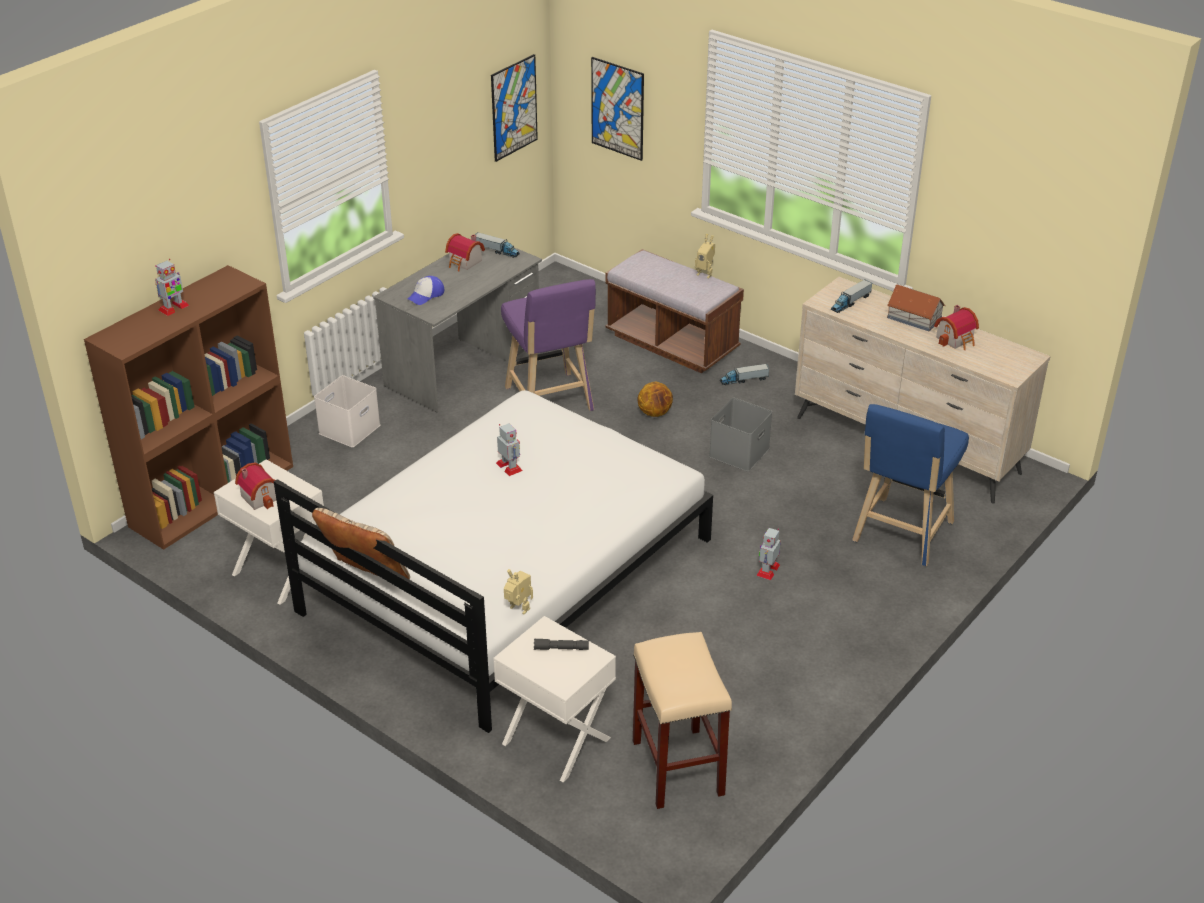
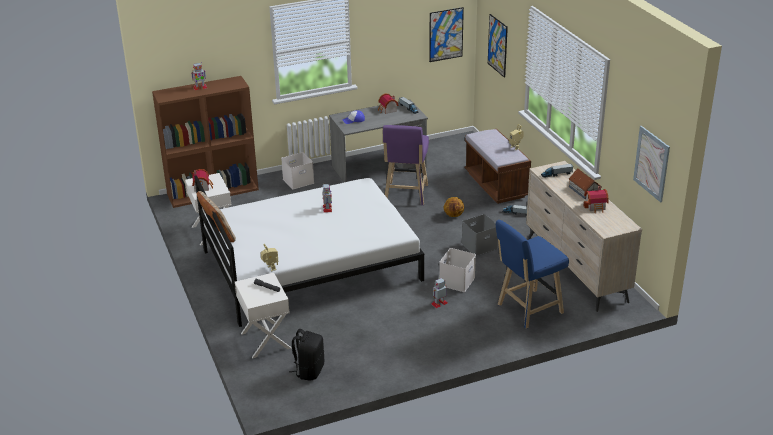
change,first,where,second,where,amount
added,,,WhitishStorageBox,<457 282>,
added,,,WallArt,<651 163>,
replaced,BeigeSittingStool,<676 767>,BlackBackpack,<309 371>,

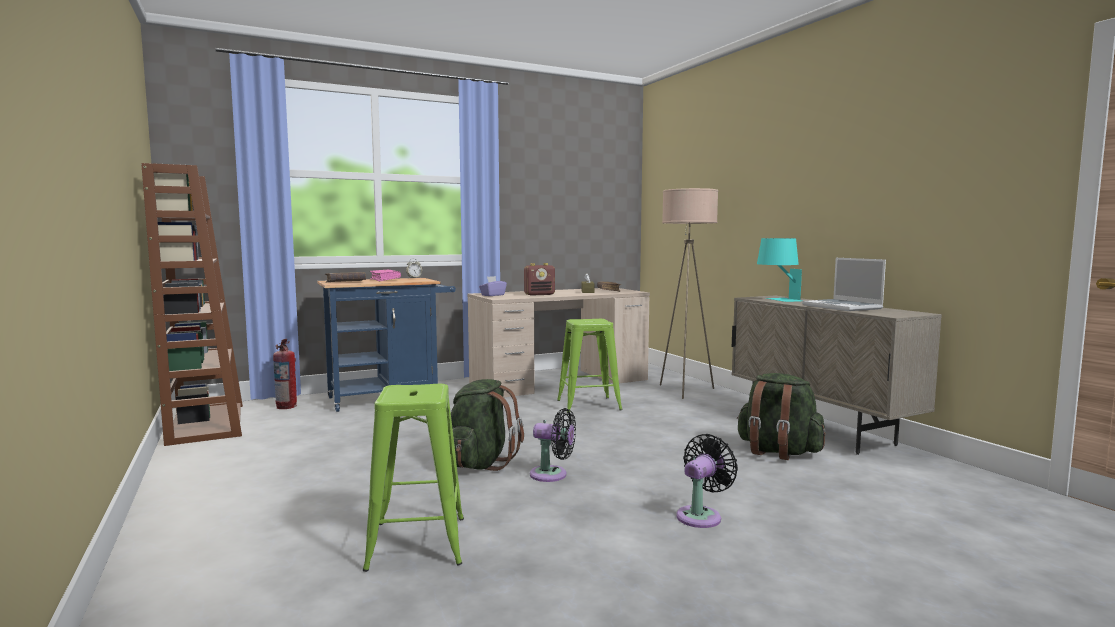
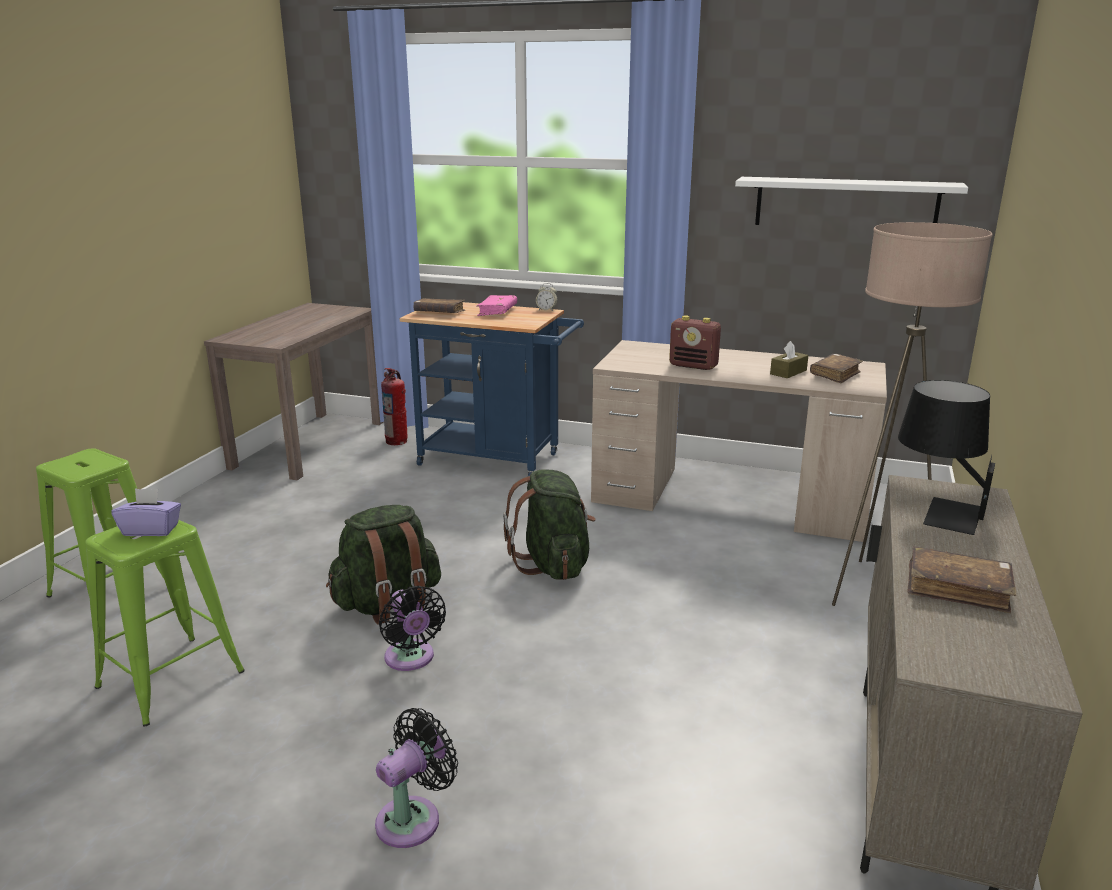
change,first,where,second,where,amount
added,,,WhitishBracketShelf,<845 204>,
moved,PurpleColouredTissueHolder,<492 295>,,<151 530>,
moved,GreenishSittingStool,<589 405>,,<111 592>,
moved,GreenishBackpack,<778 452>,,<553 564>,
replaced,BrownishBookshelf,<206 423>,BrownishNarrowTable,<309 443>,
replaced,PortableComputer,<843 307>,BrownishBoundBook,<957 589>,
recoloured,TurquoiseTableLamp,<778 300>,BlackTableLamp,<935 512>,
turned,BlackElectricFan,<701 516>,,<413 818>,45 degrees counterclockwise

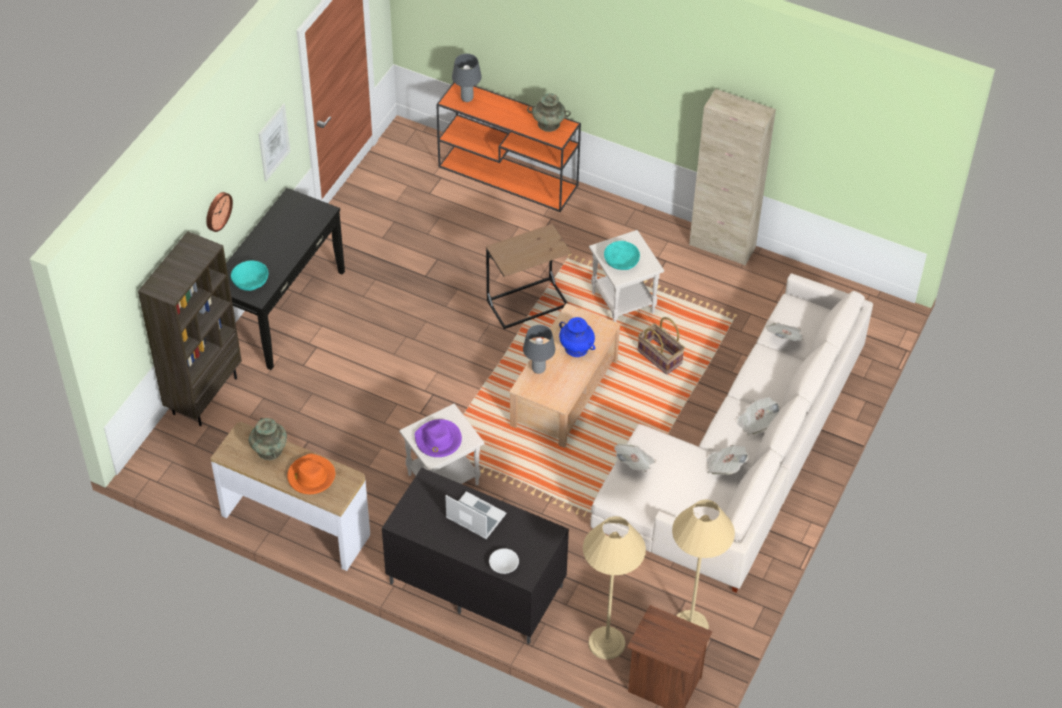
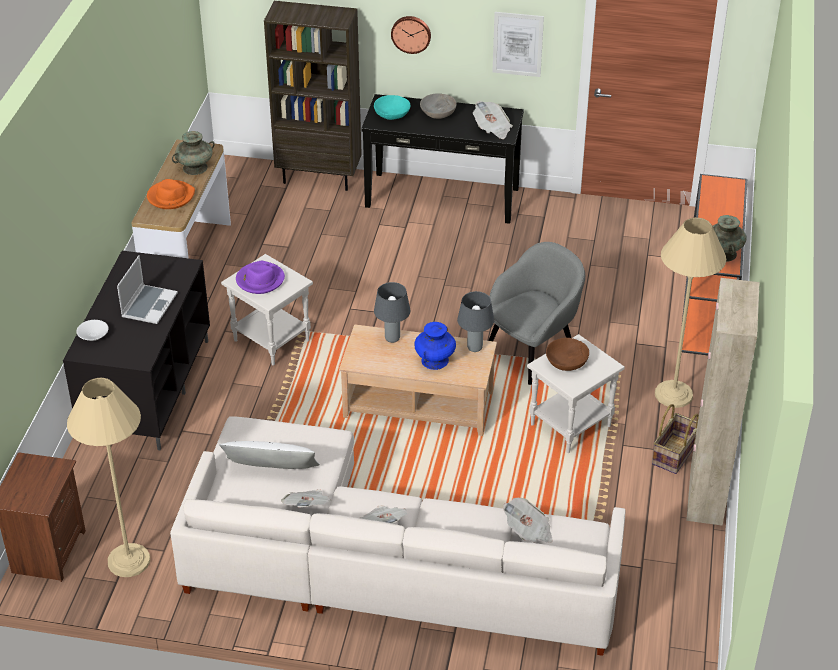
change,first,where,second,where,amount
added,,,WhitishPillow,<271 469>,
added,,,GreyDeepDish,<438 113>,
moved,GreyTableLamp,<467 99>,,<474 348>,
moved,BeigeStandardLamp,<606 643>,,<673 394>,
moved,Newspaper,<634 464>,,<492 129>,
moved,StorageBasket,<660 357>,,<675 454>,
replaced,BrownishEndTable,<527 303>,GreyLoungeChair,<532 352>,
recoloured,TurquoiseDeepDish,<621 262>,BrownishDeepDish,<566 362>,

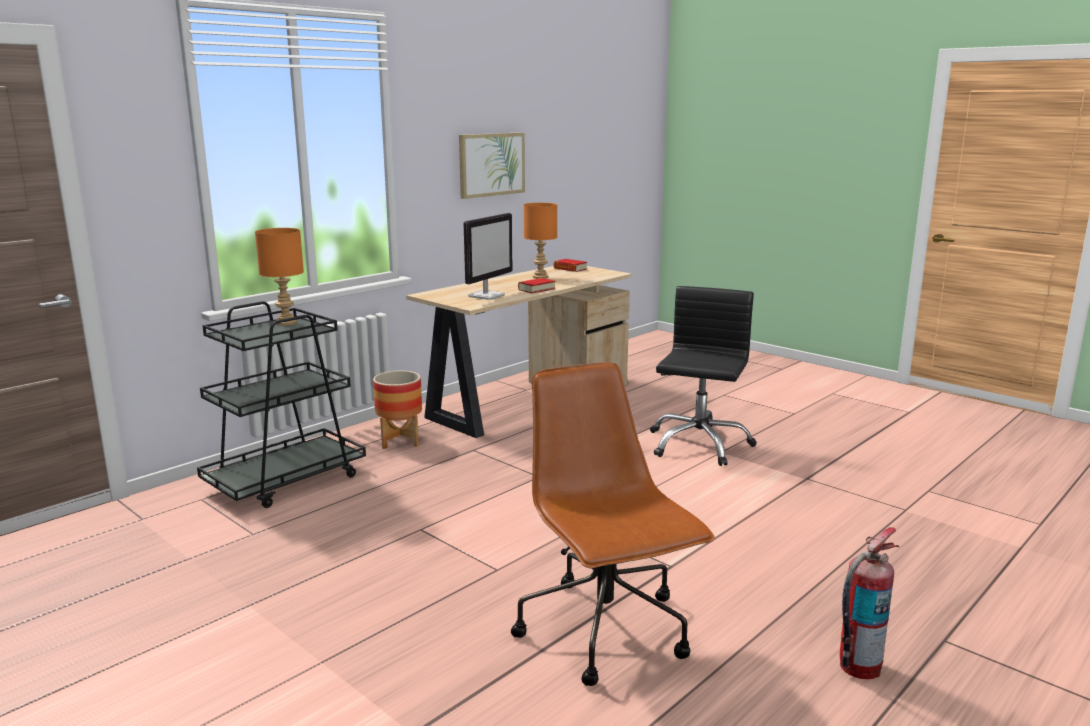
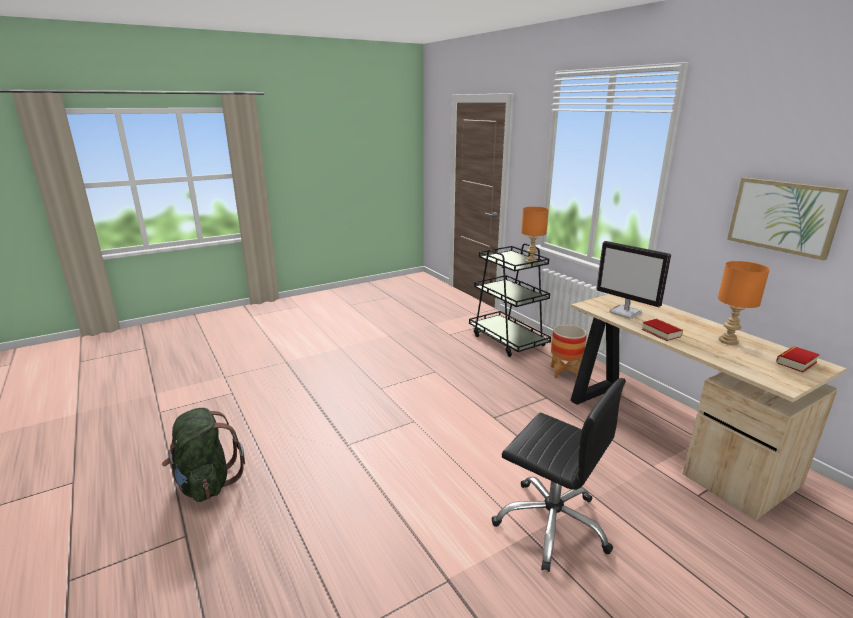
change,first,where,second,where,amount
removed,BrownishOfficeChair,<606 631>,,,
replaced,FireExtinguisher,<858 666>,GreenishBackpack,<206 483>,

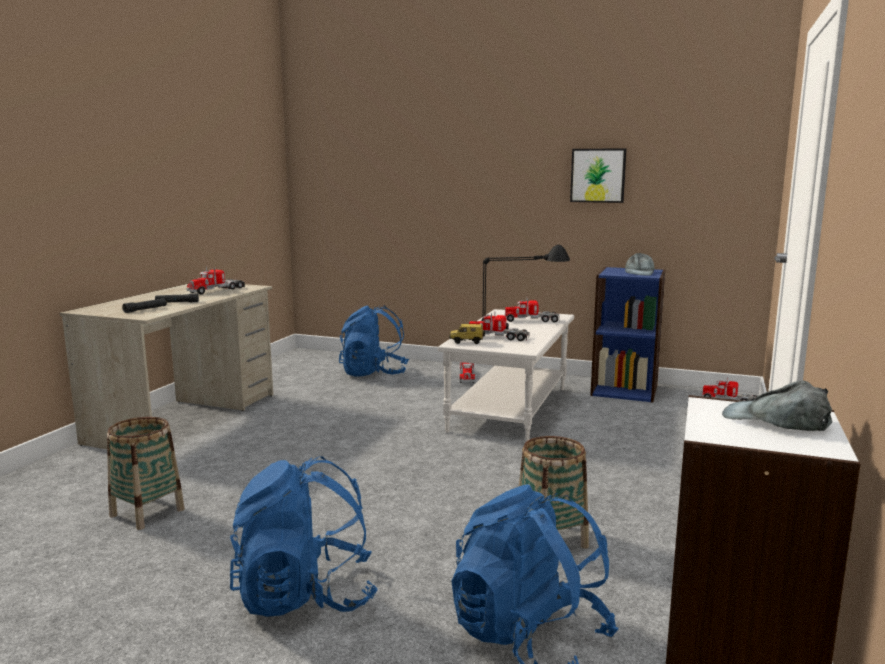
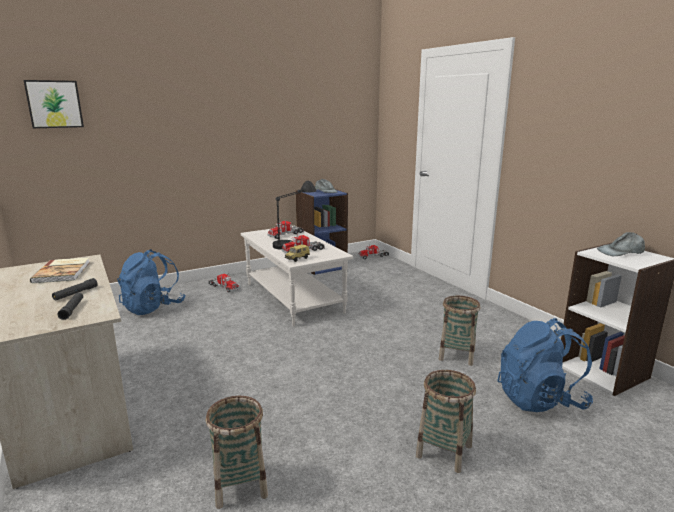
change,first,where,second,where,amount
moved,WallArt,<598 175>,,<54 104>,
replaced,ToyTruck,<216 290>,BoundBook,<63 272>,
replaced,BlueBackpack,<305 596>,StorageBasket,<444 451>,

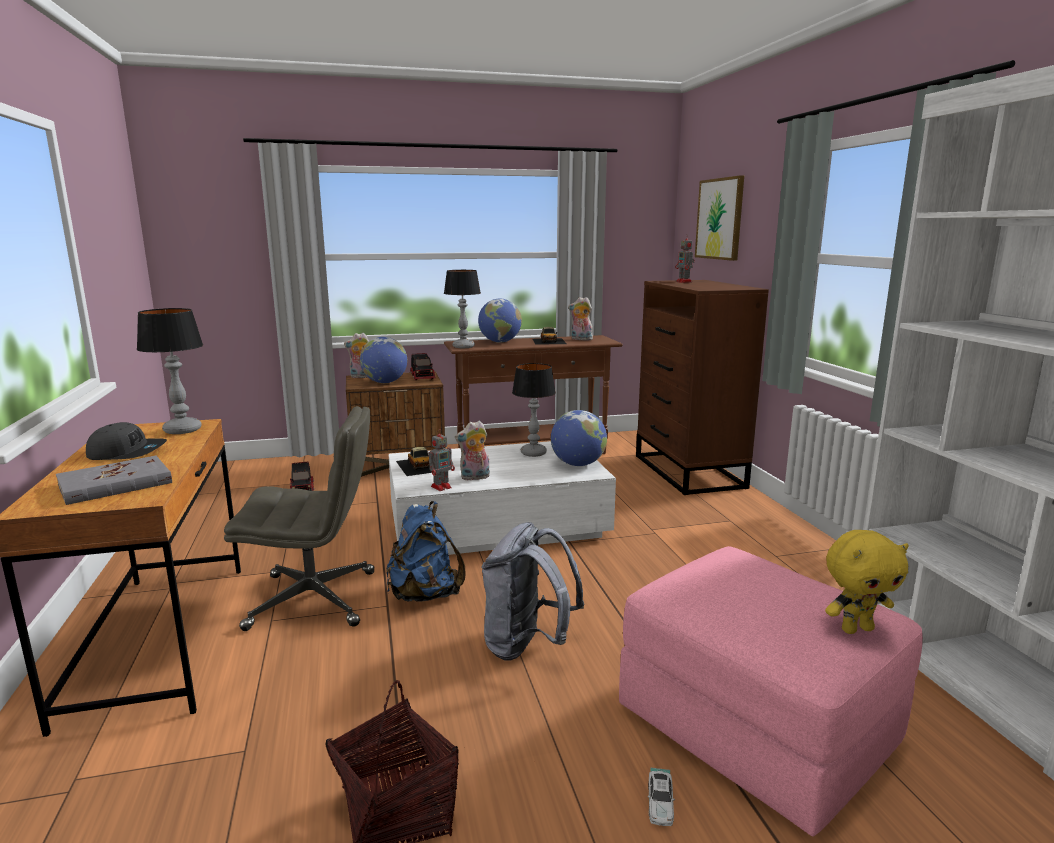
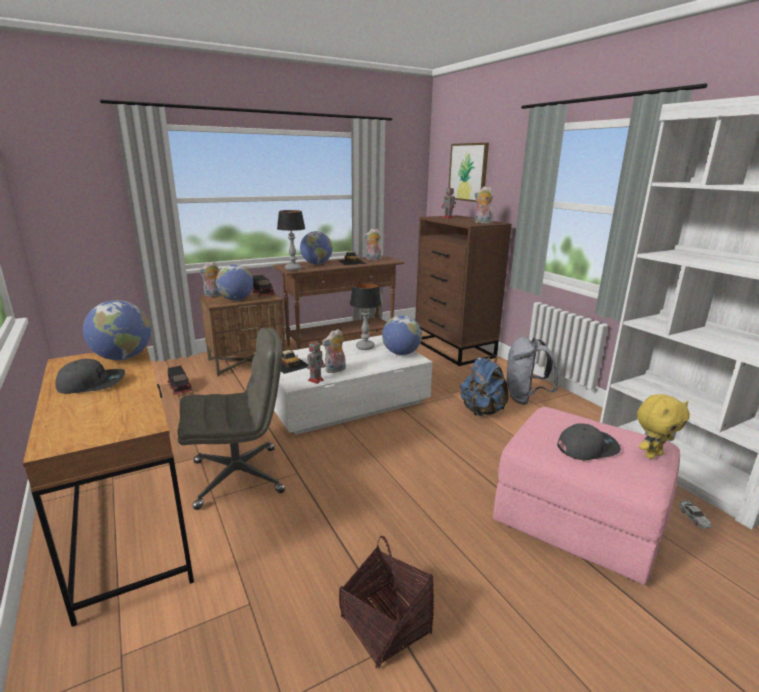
change,first,where,second,where,amount
removed,GreyBoundBook,<115 484>,,,
added,,,PlushToy,<482 223>,
added,,,GreyPeakedCap,<587 447>,
moved,BlueBackpack,<424 594>,,<482 411>,
moved,GreyBackpack,<527 646>,,<525 398>,
moved,MiniatureCar,<660 802>,,<694 518>,
replaced,TableLamp,<183 430>,Globe,<123 358>,

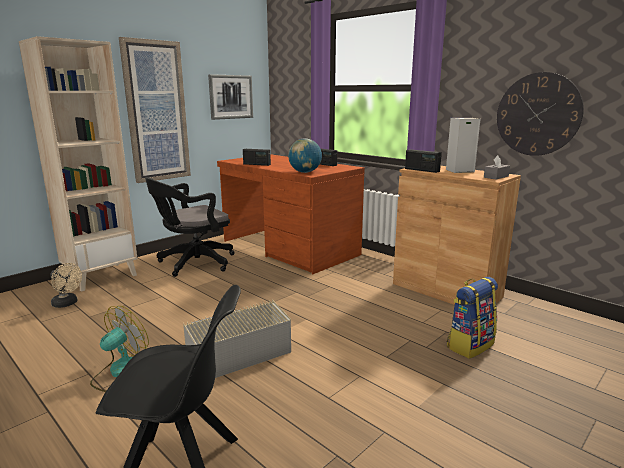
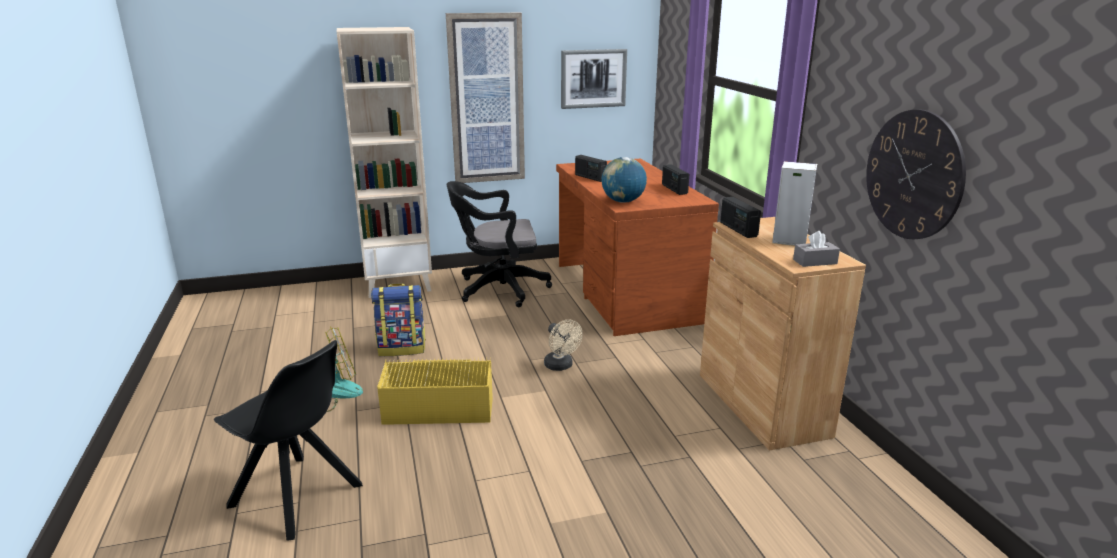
change,first,where,second,where,amount
moved,BeigeElectricFan,<67 304>,,<561 366>,
moved,Backpack,<469 345>,,<402 348>,
recoloured,GreyStorageBox,<233 352>,YellowColouredStorageBox,<438 404>,

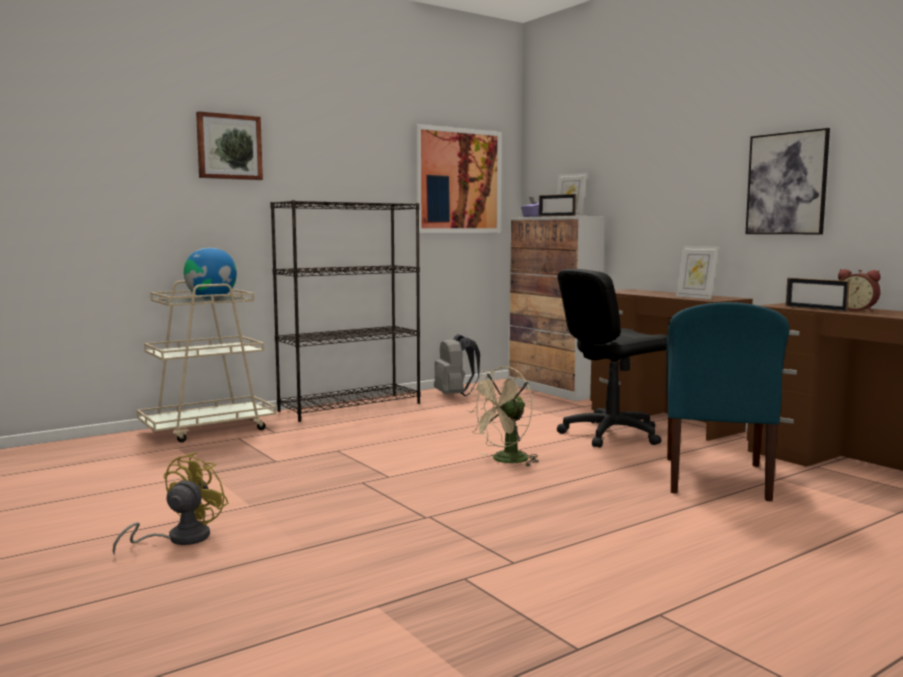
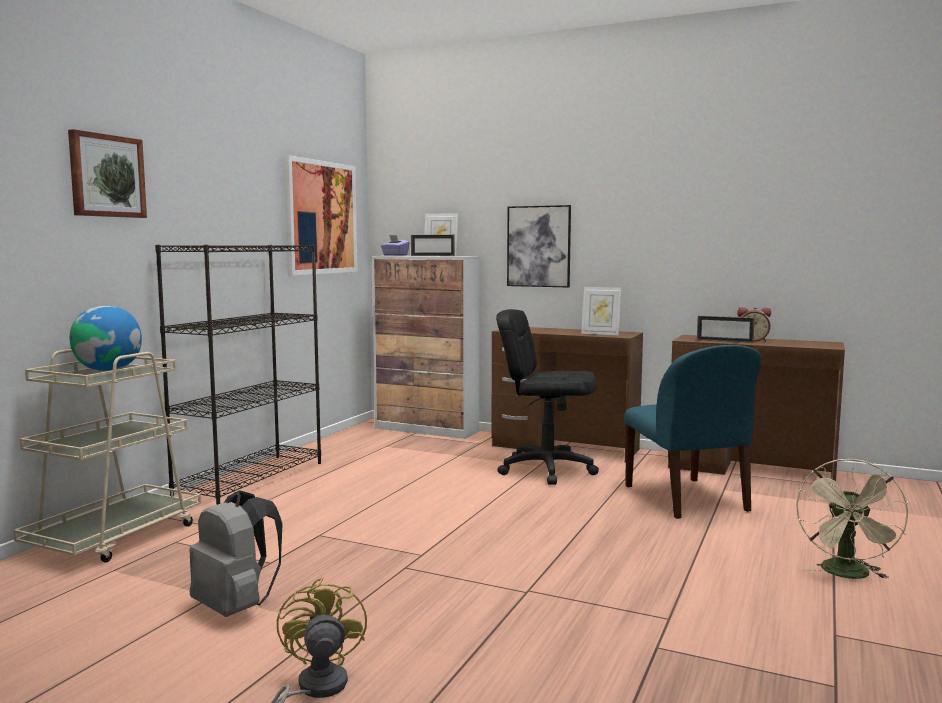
change,first,where,second,where,amount
moved,GreyBackpack,<454 395>,,<236 607>,
moved,BeigeElectricFan,<505 461>,,<848 575>,
moved,WallArt,<787 183>,,<539 246>,
turned,BlackOfficeChair,<610 434>,,<546 469>,75 degrees clockwise

